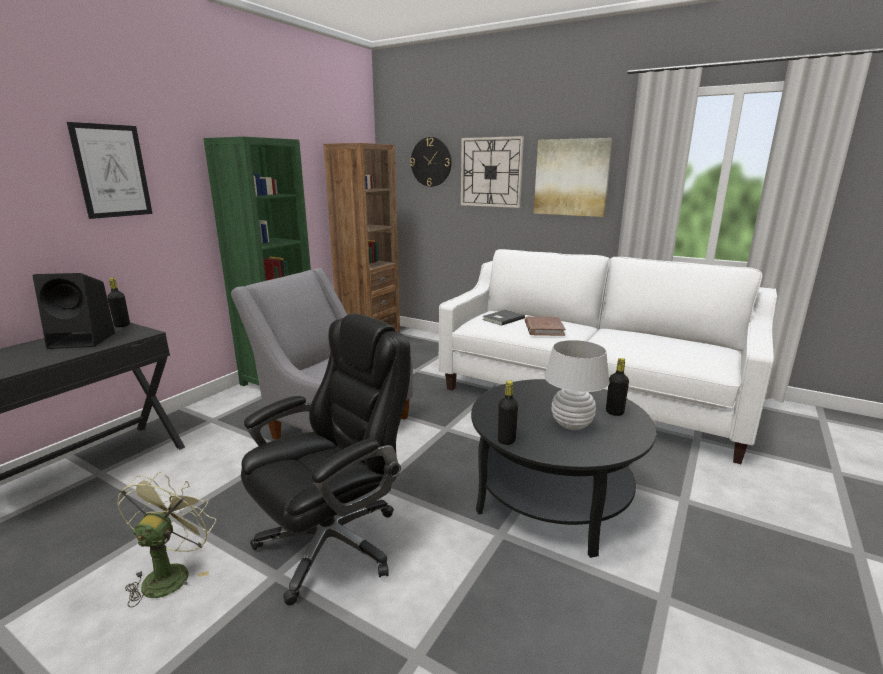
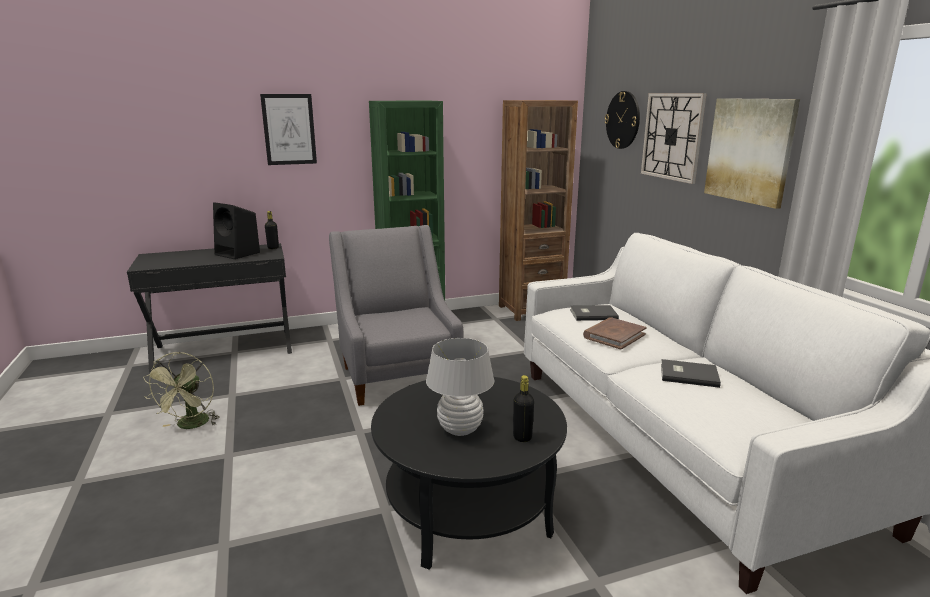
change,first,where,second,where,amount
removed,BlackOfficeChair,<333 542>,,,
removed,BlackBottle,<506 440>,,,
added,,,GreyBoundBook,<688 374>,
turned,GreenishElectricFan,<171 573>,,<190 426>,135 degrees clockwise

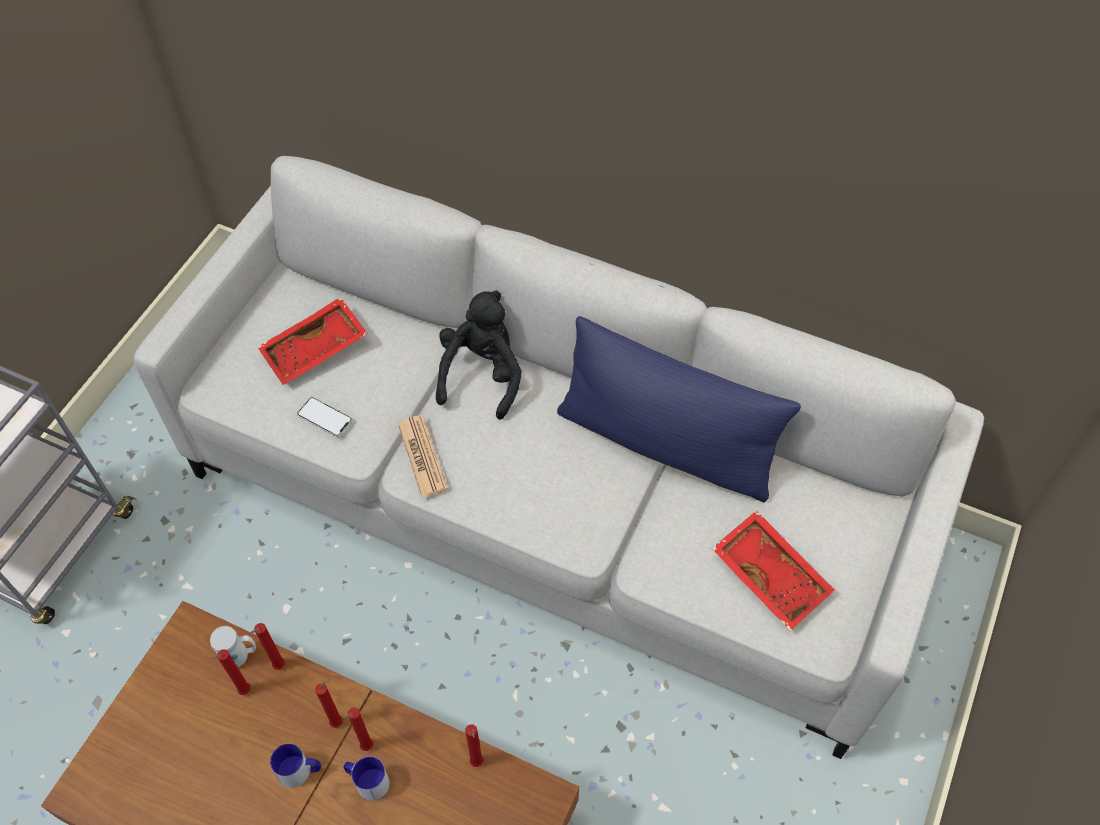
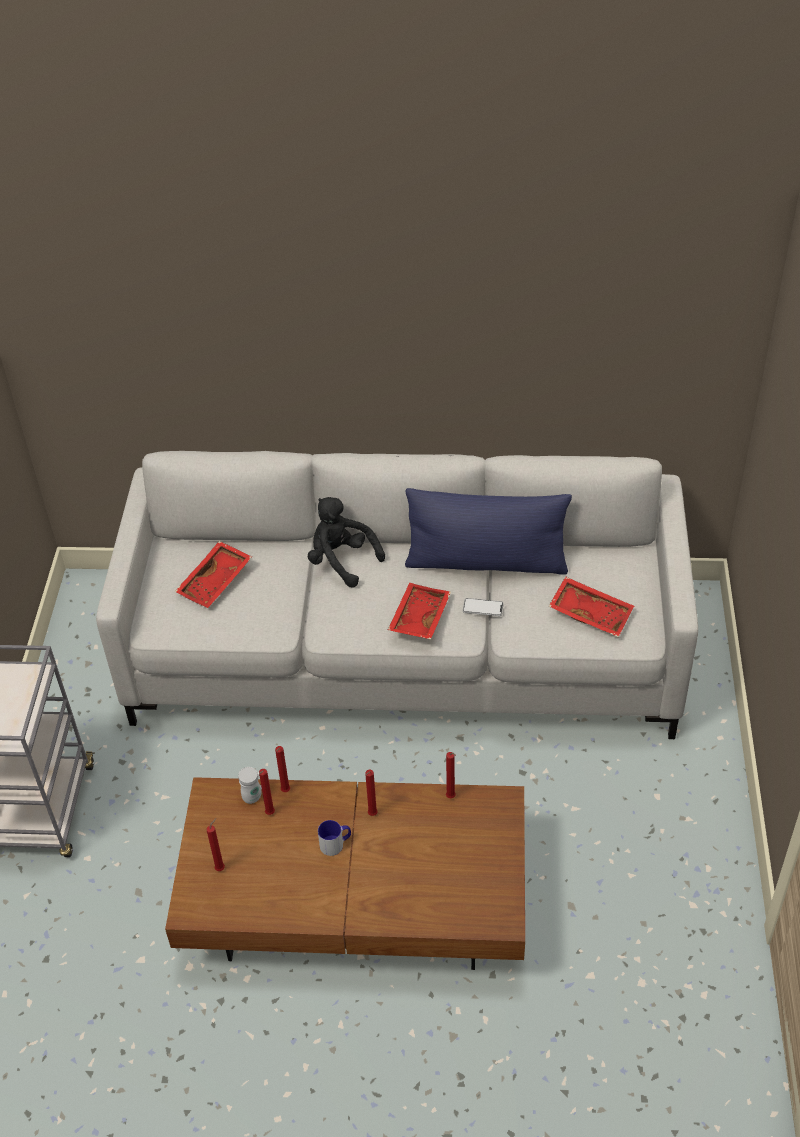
change,first,where,second,where,amount
removed,TeaMug,<367 781>,,,
removed,Newspaper,<422 456>,,,
added,,,ReddishCarryingTray,<418 617>,
moved,Handset,<324 417>,,<483 608>,
moved,ReddishWaxCandle,<339 722>,,<221 868>,
turned,BlackPlushToy,<482 375>,,<341 561>,45 degrees counterclockwise

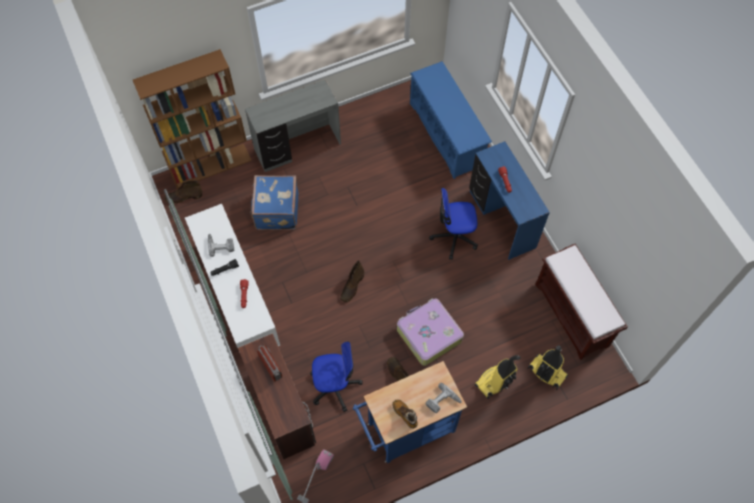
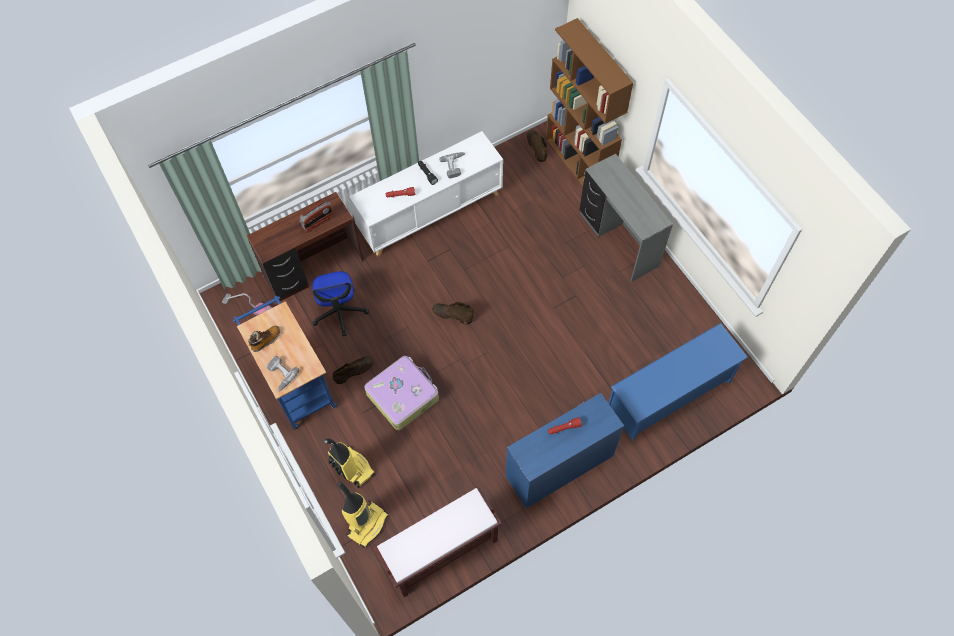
change,first,where,second,where,amount
removed,BlueSuitcase,<276 211>,,,
removed,OfficeChair,<454 237>,,,

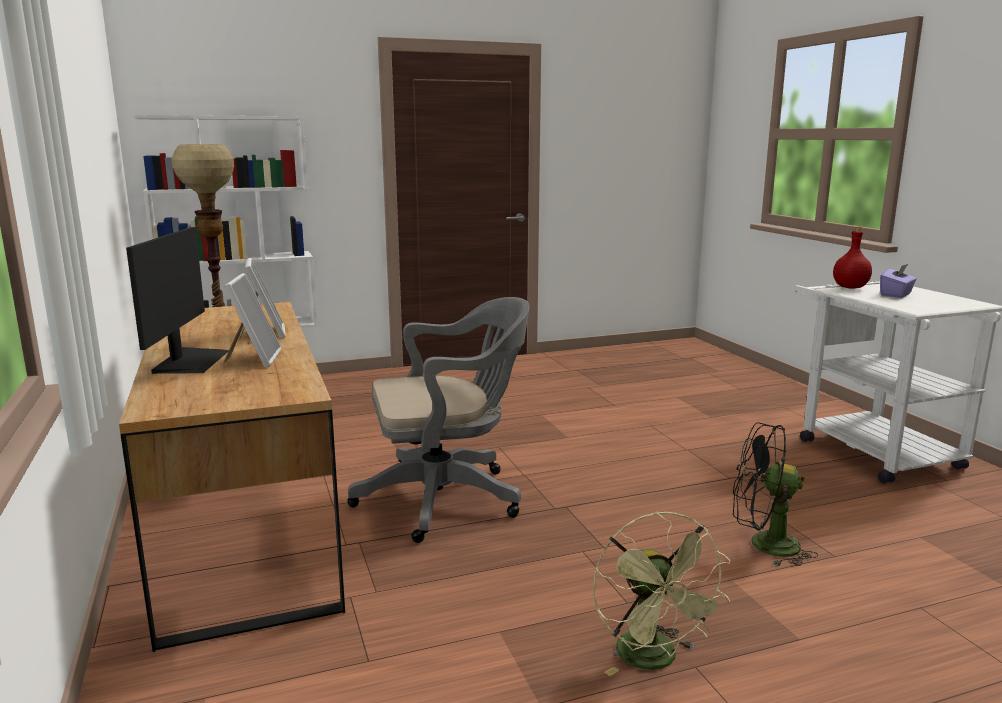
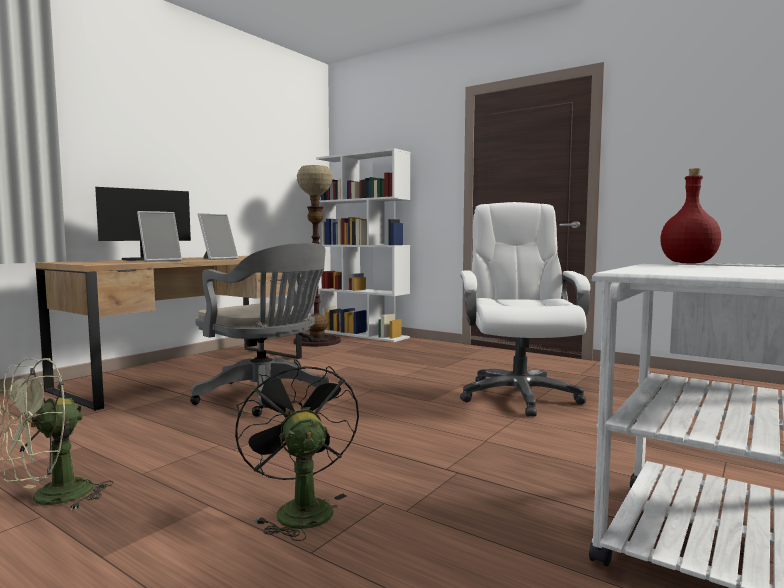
change,first,where,second,where,amount
removed,PurpleColouredTissueHolder,<896 295>,,,
added,,,WhitishOfficeChair,<518 396>,

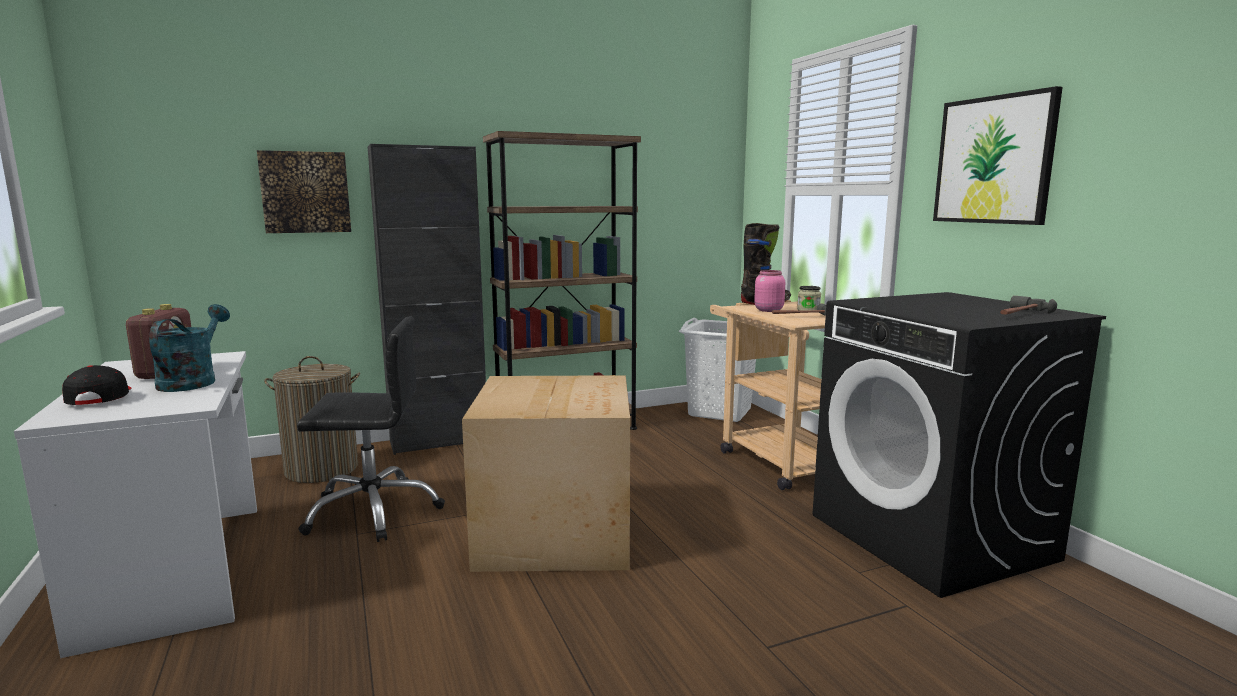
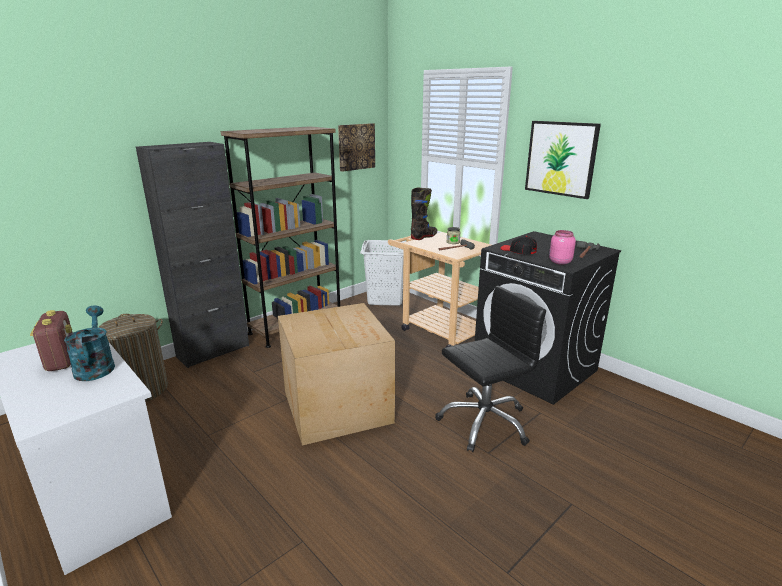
change,first,where,second,where,amount
moved,BlackPeakedCap,<100 397>,,<518 251>,
moved,WallArt,<305 192>,,<356 147>,
moved,BlackOfficeChair,<373 511>,,<484 422>,
moved,PinkColouredJar,<767 310>,,<559 262>,

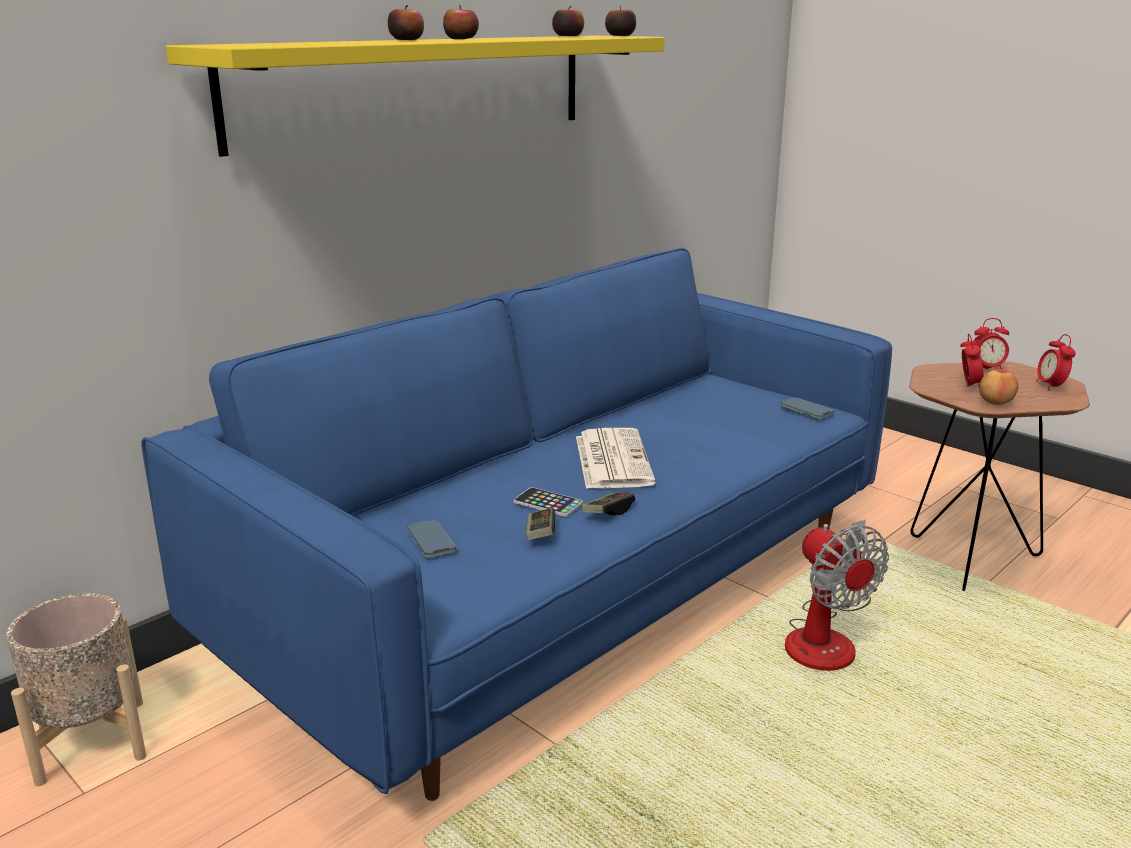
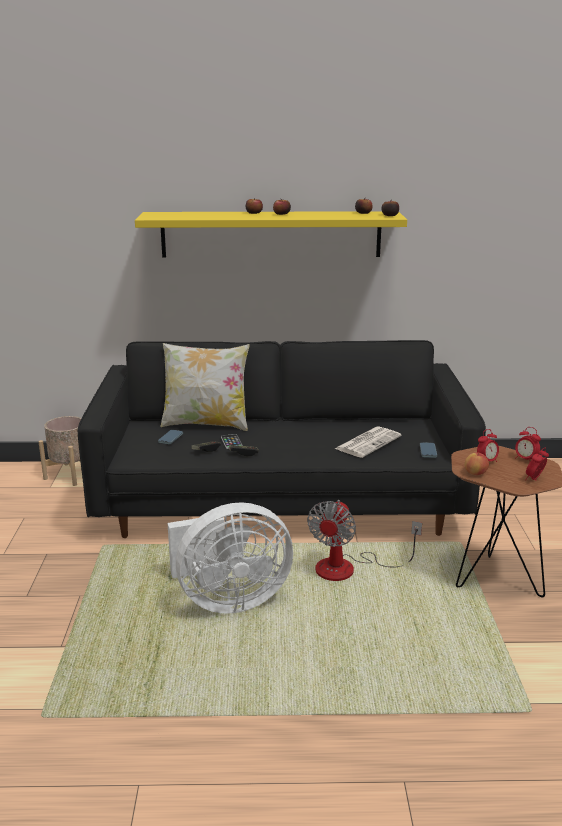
change,first,where,second,where,amount
added,,,Pillow,<206 423>,
added,,,WhitishElectricFan,<228 600>,
moved,Newspaper,<612 459>,,<368 442>,
recoloured,BlueSettee,<565 588>,BlackSettee,<281 500>,

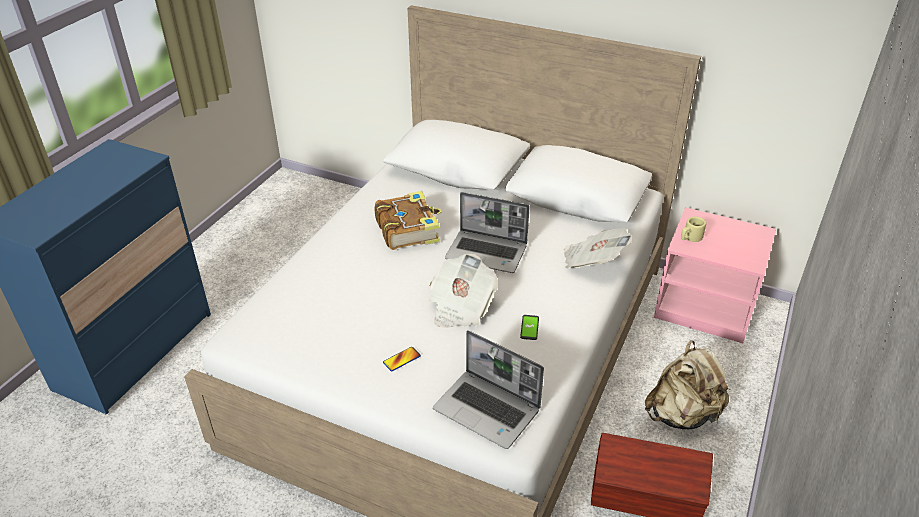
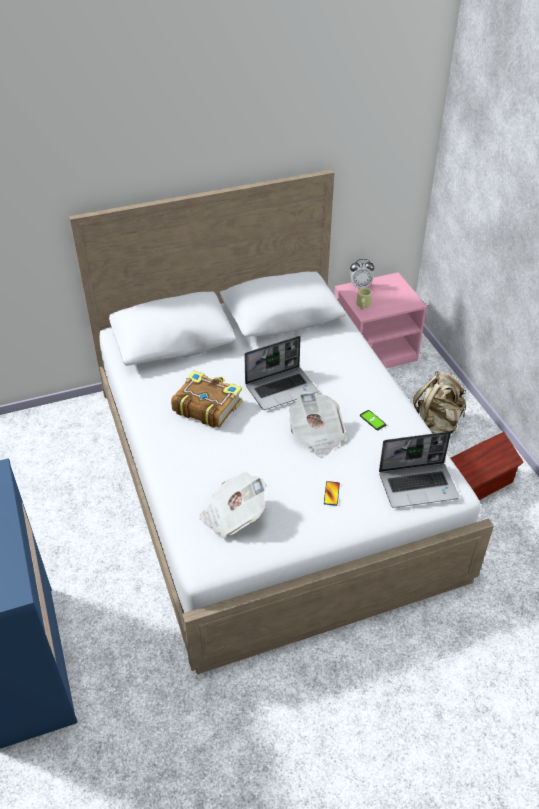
change,first,where,second,where,amount
added,,,TableClock,<360 286>,
moved,Newspaper,<593 261>,,<233 516>,

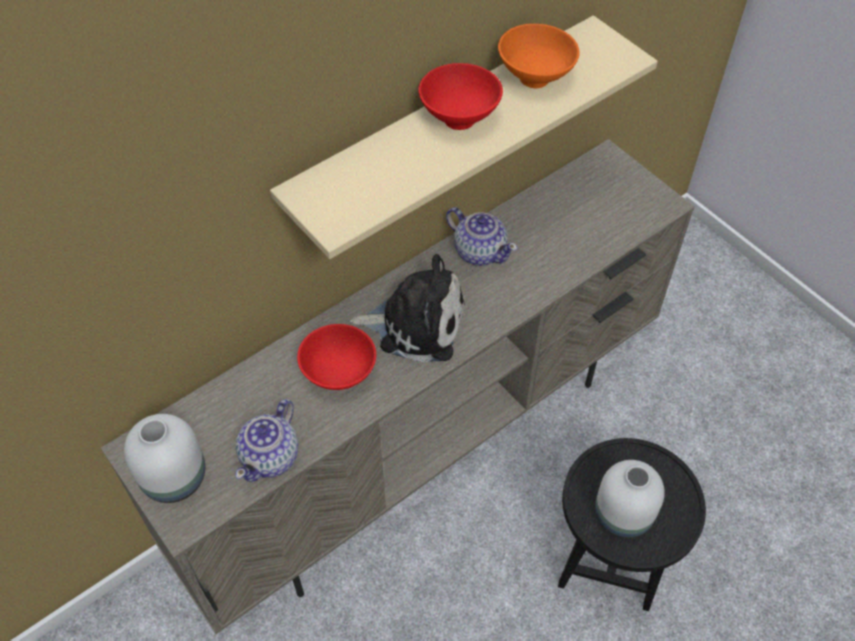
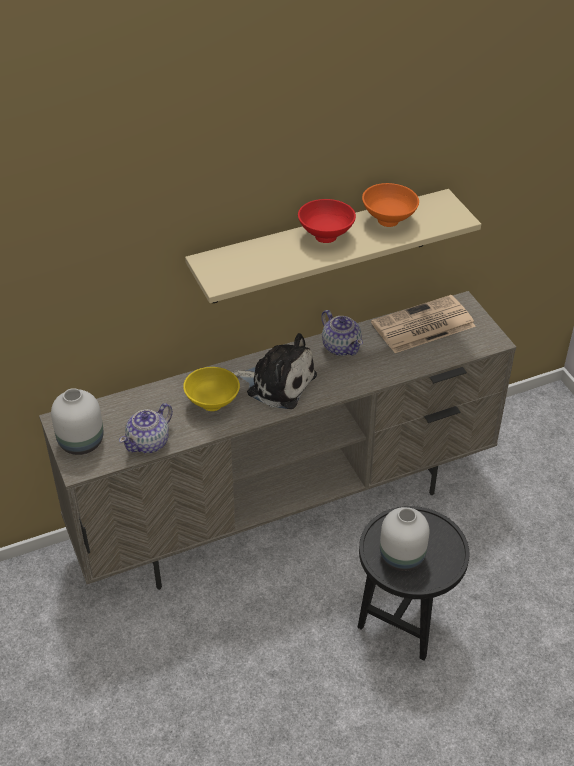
change,first,where,second,where,amount
added,,,Newspaper,<422 326>,
recoloured,ReddishDeepDish,<338 373>,YellowColouredDeepDish,<212 402>,

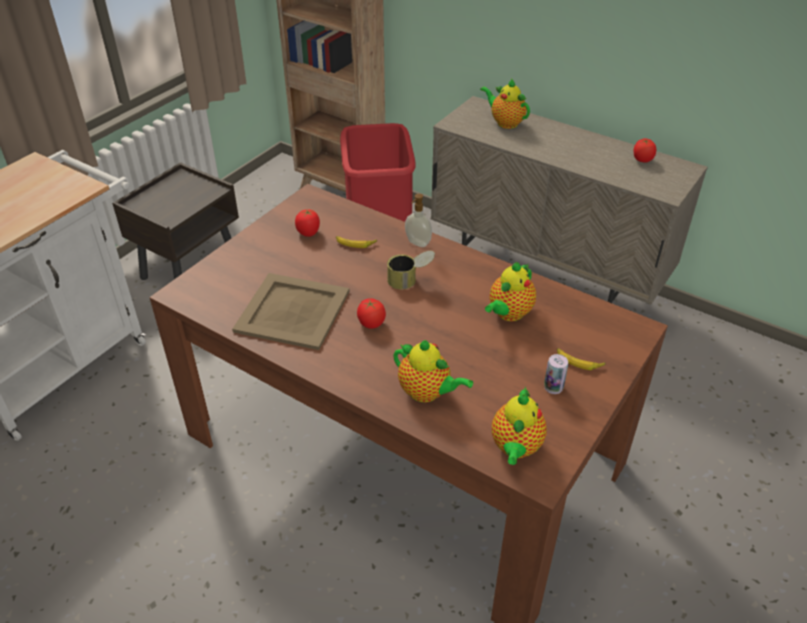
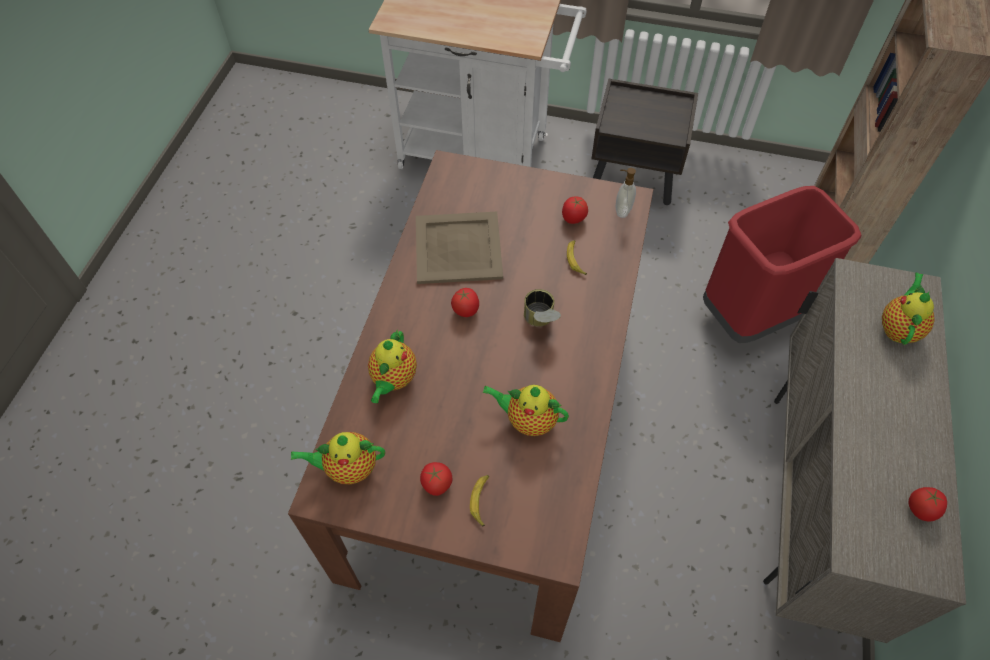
change,first,where,second,where,amount
moved,SoapDispenser,<417 243>,,<622 210>,
replaced,MetalCan,<553 387>,WholeTomato,<436 484>,

